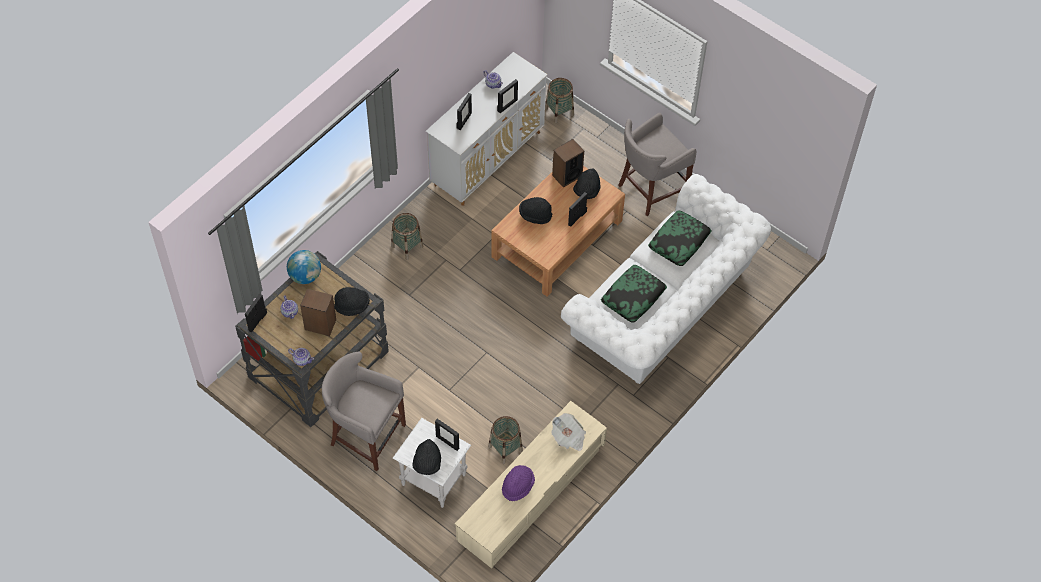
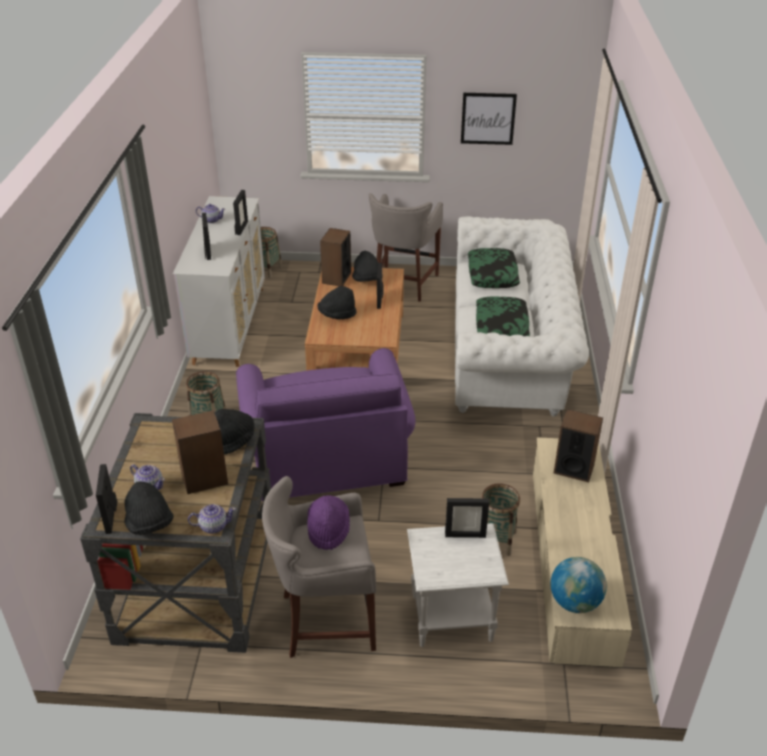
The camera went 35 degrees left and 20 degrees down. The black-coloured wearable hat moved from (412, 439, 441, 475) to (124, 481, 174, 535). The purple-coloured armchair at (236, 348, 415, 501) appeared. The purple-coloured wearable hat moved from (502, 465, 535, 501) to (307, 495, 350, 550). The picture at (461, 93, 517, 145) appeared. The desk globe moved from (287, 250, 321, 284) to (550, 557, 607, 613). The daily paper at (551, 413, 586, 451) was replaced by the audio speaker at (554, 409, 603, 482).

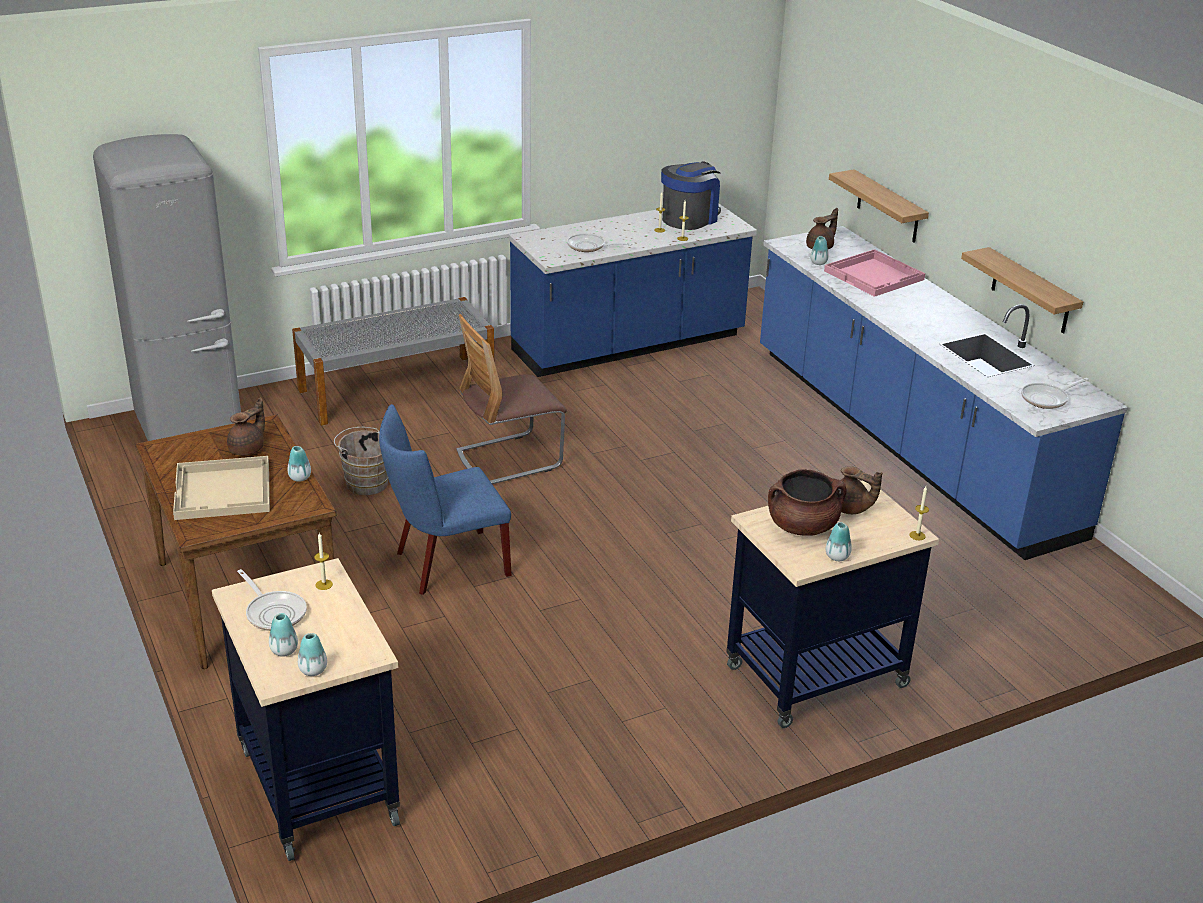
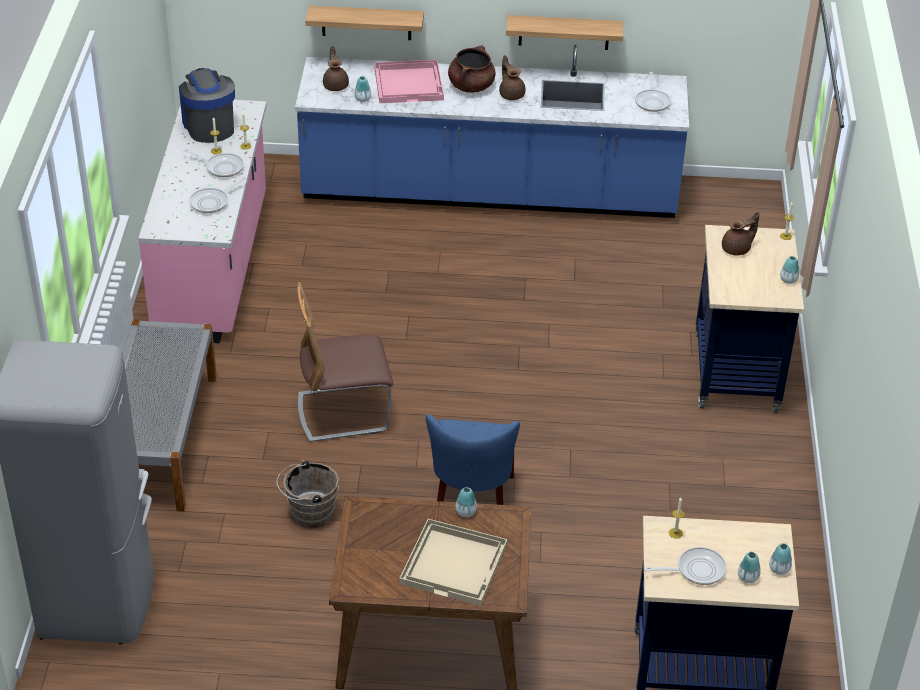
The camera went 60 degrees left and 10 degrees up. The blue counter at (509, 204, 757, 377) became the pink-coloured counter at (138, 100, 267, 343). The frying pan at (183, 149, 244, 177) appeared. The plain chair at (457, 314, 567, 484) turned 75 degrees clockwise. The brownish saucepot moved from (768, 469, 847, 536) to (448, 46, 496, 93). The brownish pot for tea moved from (227, 398, 265, 455) to (499, 55, 526, 100).

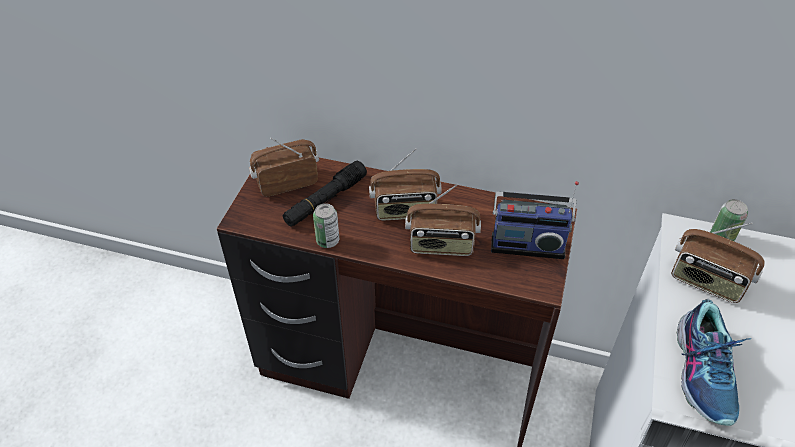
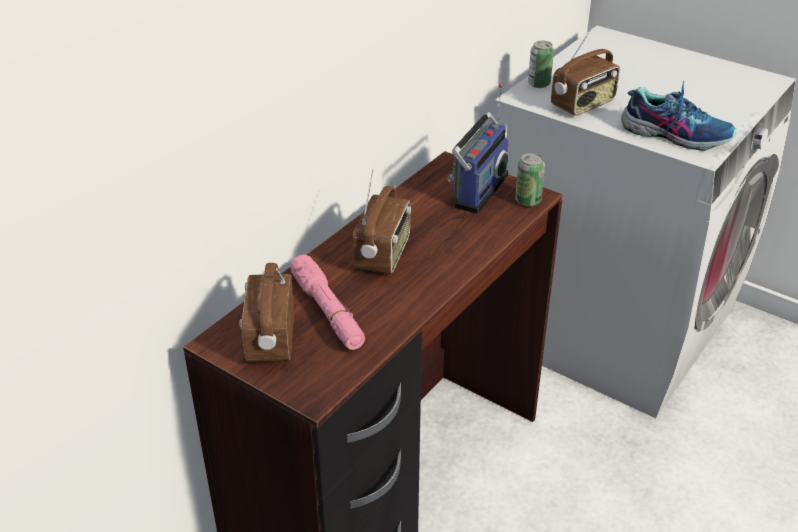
The camera went 70 degrees left and 10 degrees down. The black-coloured flashlight at (283, 161, 367, 227) became the pink-coloured flashlight at (290, 255, 365, 350). The metal can moved from (313, 203, 339, 248) to (515, 153, 545, 206). The radio receiver at (405, 184, 481, 256) disappeared.

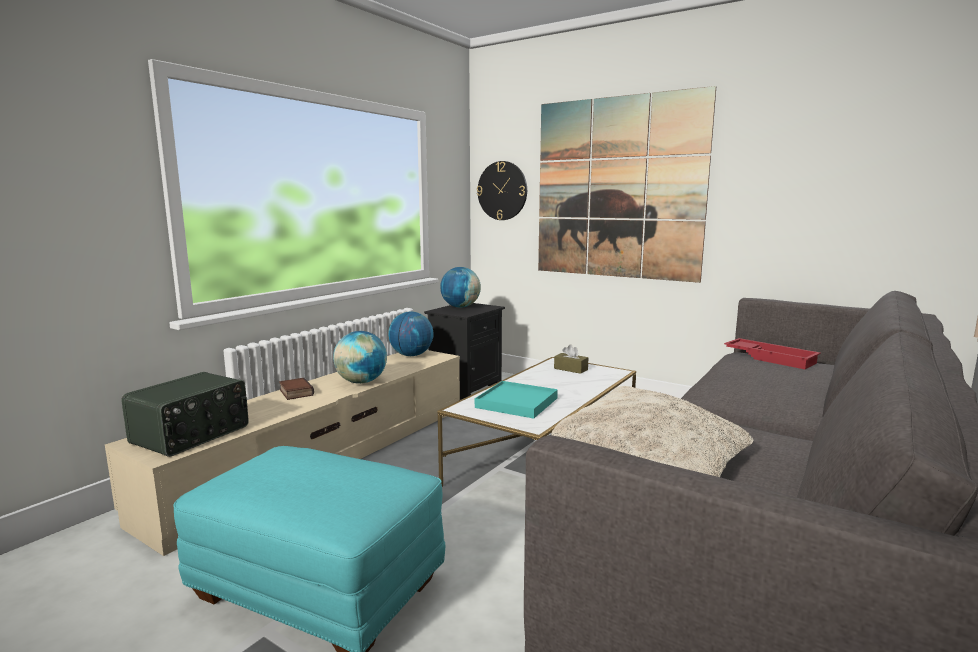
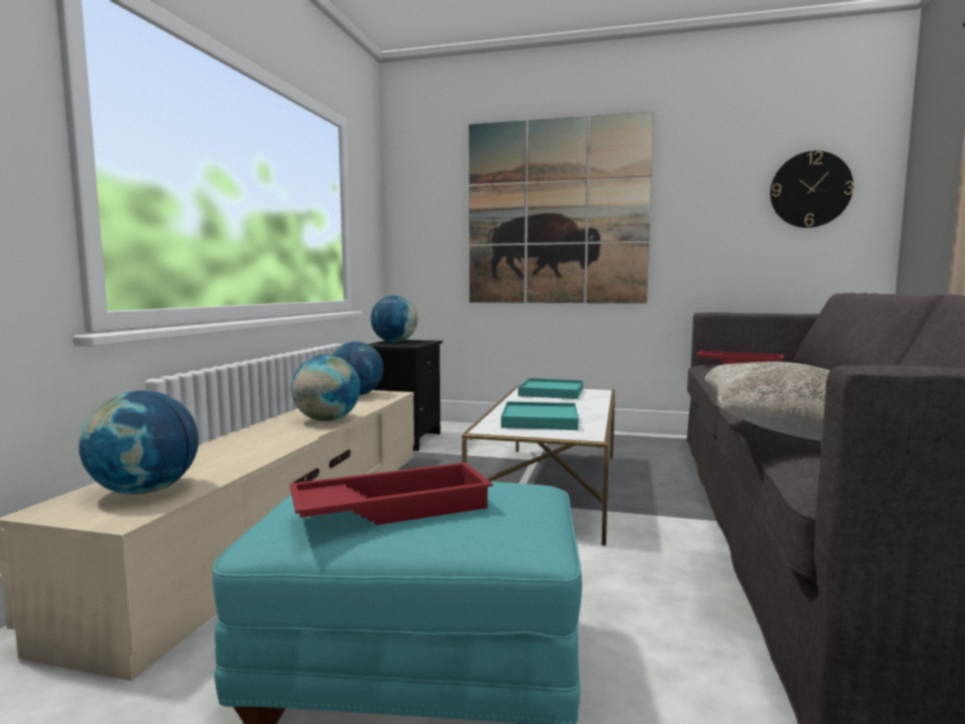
The camera went 20 degrees left and 5 degrees down. The radio receiver at (122, 372, 249, 457) was replaced by the desk globe at (79, 391, 199, 495). The reddish tray at (290, 462, 493, 525) appeared. The brownish tissue box at (554, 345, 588, 374) was replaced by the turquoise tray at (518, 378, 583, 399). The wall clock moved from (477, 161, 527, 220) to (770, 151, 854, 228). The book at (279, 378, 314, 400) disappeared.

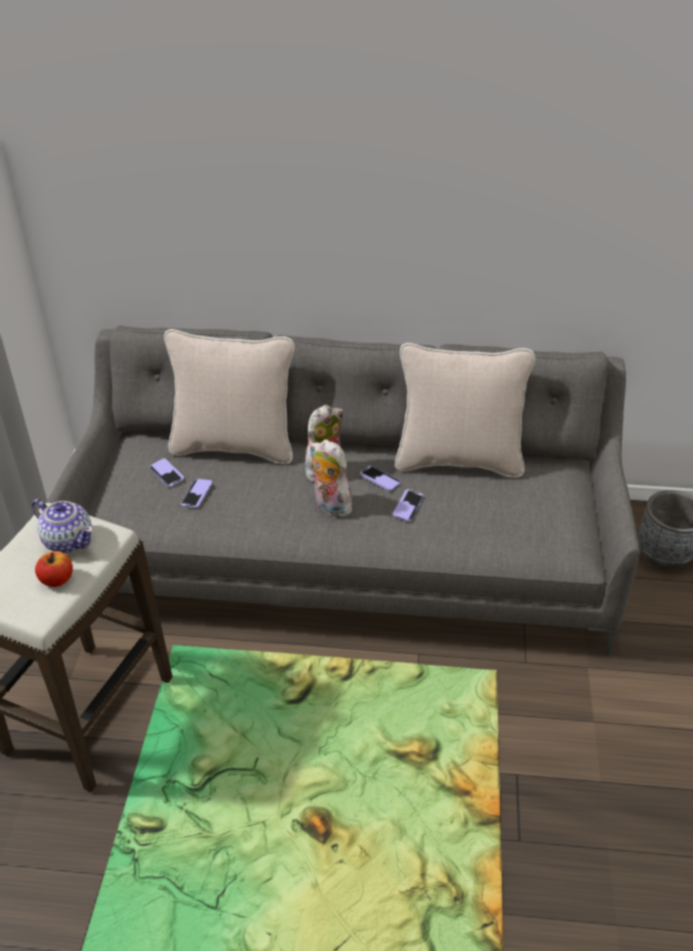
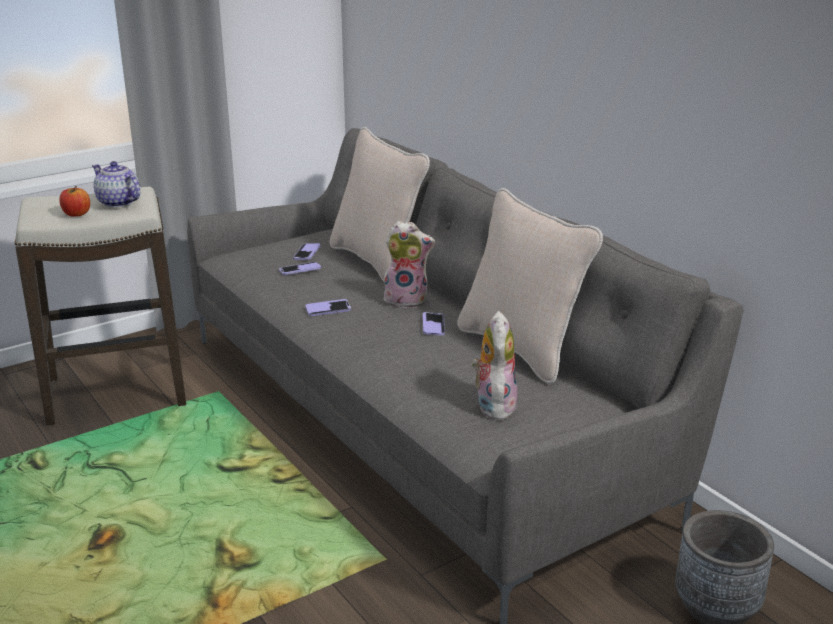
The camera went 50 degrees right and 15 degrees down. The pot for tea at (32, 499, 93, 553) turned 135 degrees clockwise. The phone moved from (393, 489, 424, 522) to (305, 299, 351, 316). The cuddly toy moved from (310, 440, 357, 518) to (471, 311, 517, 420).

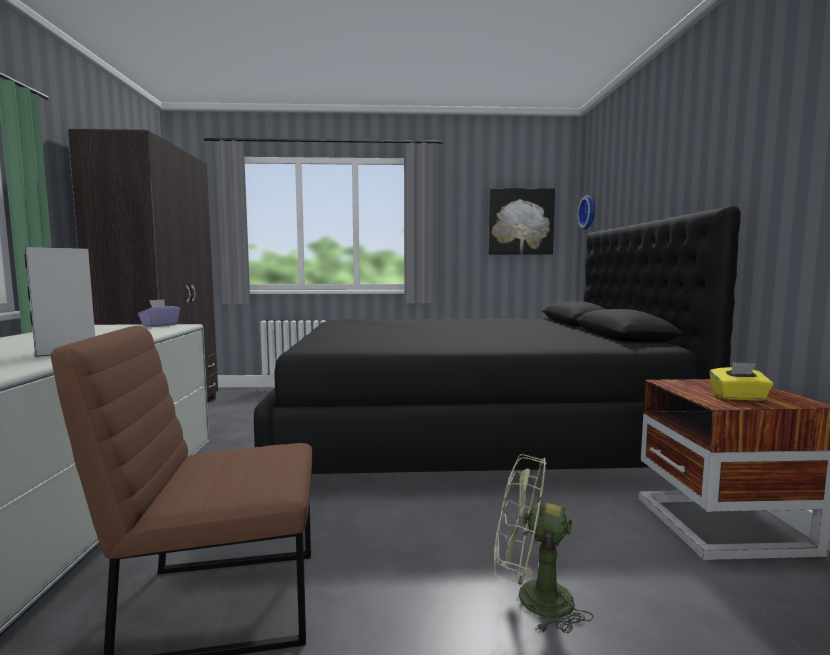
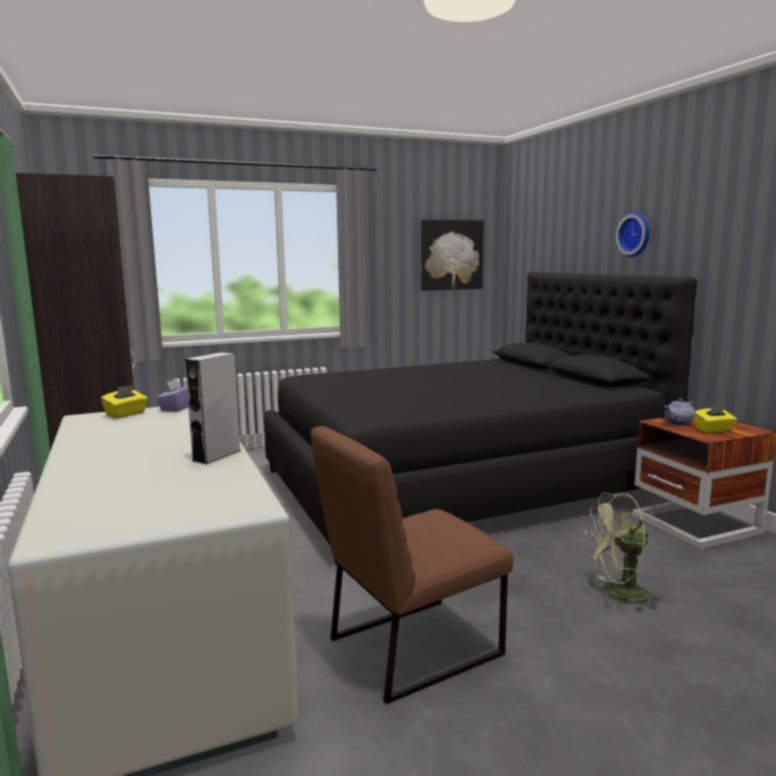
The camera went 20 degrees left and 5 degrees up. The yellowish tissue box at (101, 385, 148, 418) appeared. The wall clock moved from (577, 195, 595, 230) to (616, 212, 650, 257). The pot for tea at (664, 398, 696, 426) appeared.

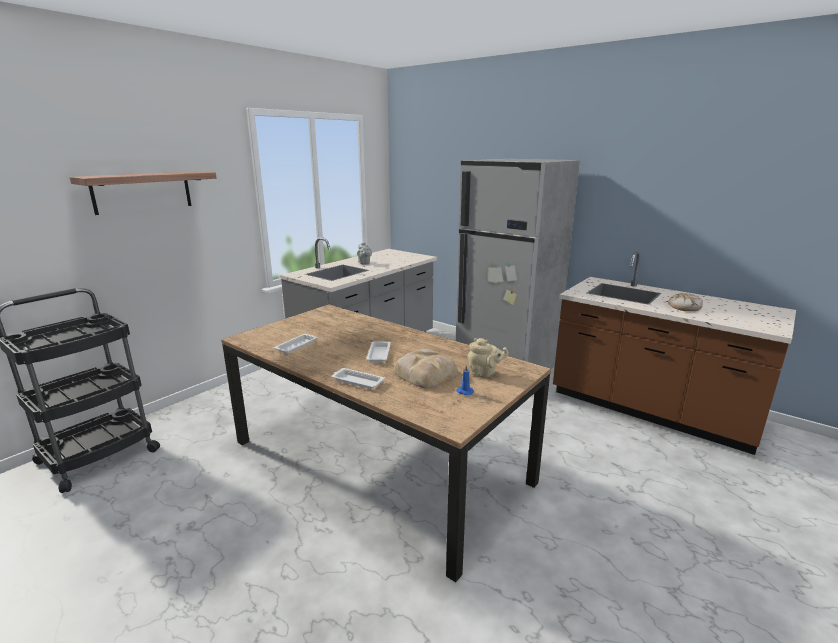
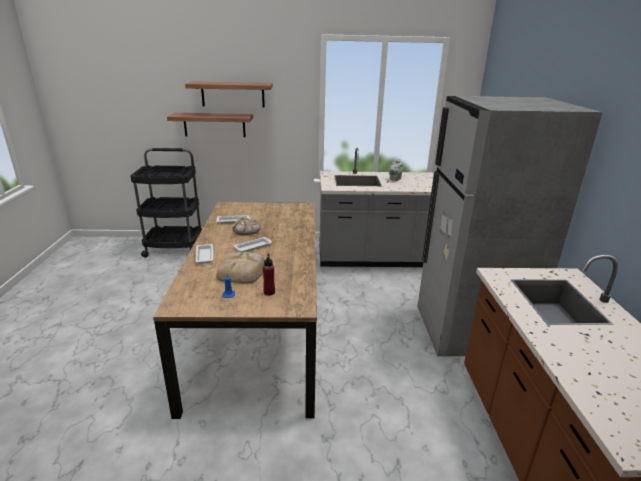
The camera went 50 degrees right and 5 degrees up. The bracket shelf at (167, 113, 253, 137) appeared. The baked bread moved from (668, 293, 703, 311) to (232, 218, 260, 235). The beige pot for tea at (468, 338, 509, 377) was replaced by the reddish bottle at (263, 253, 275, 296).

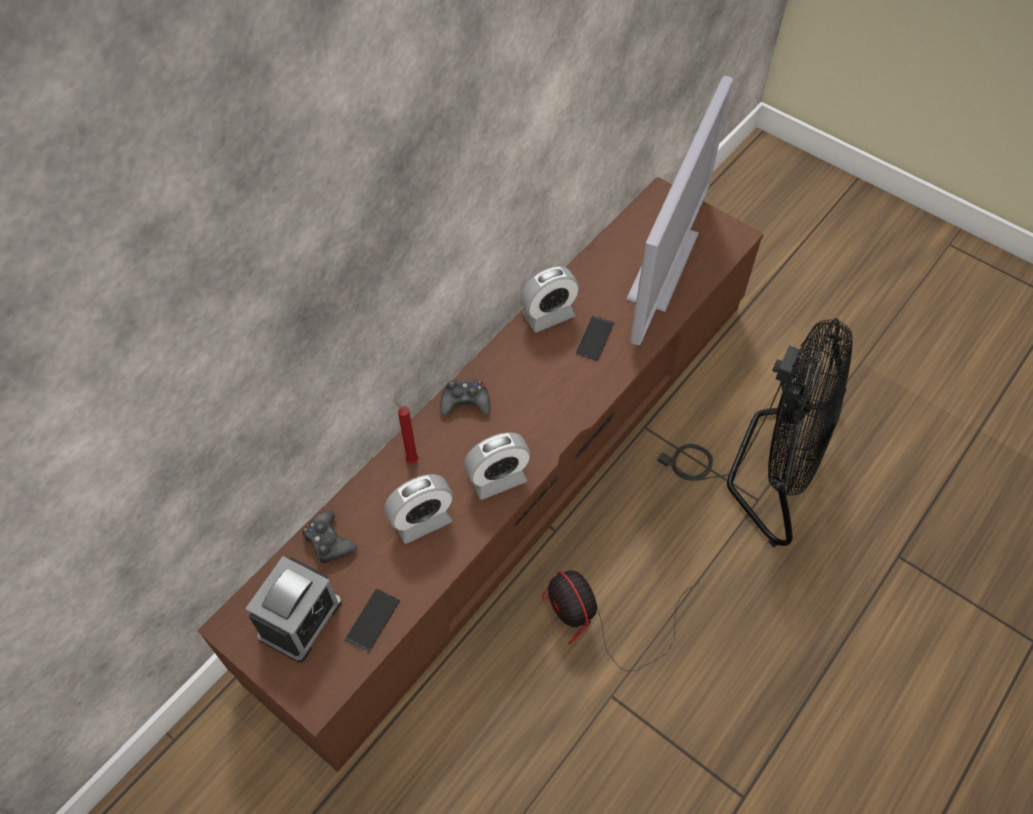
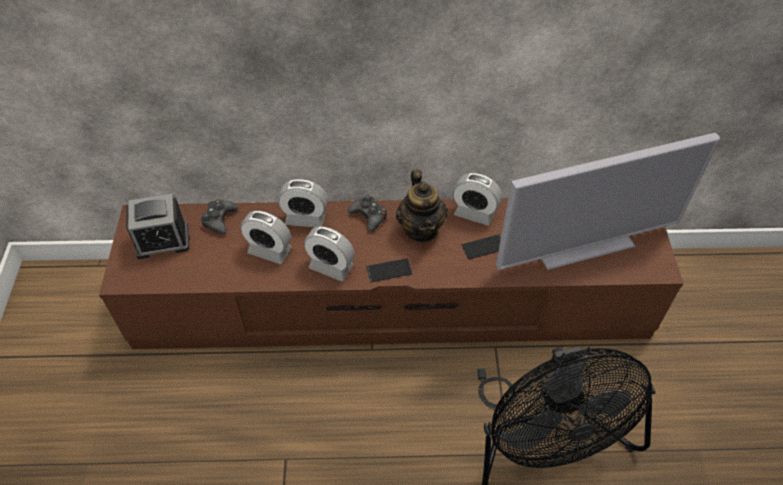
The camera went 50 degrees right and 5 degrees down. The reddish wax light at (394, 398, 418, 464) was replaced by the table clock at (278, 179, 328, 227). The phone moved from (344, 588, 400, 653) to (366, 258, 413, 282). The pot for tea at (396, 169, 448, 242) appeared. The fan at (542, 571, 700, 671) disappeared.

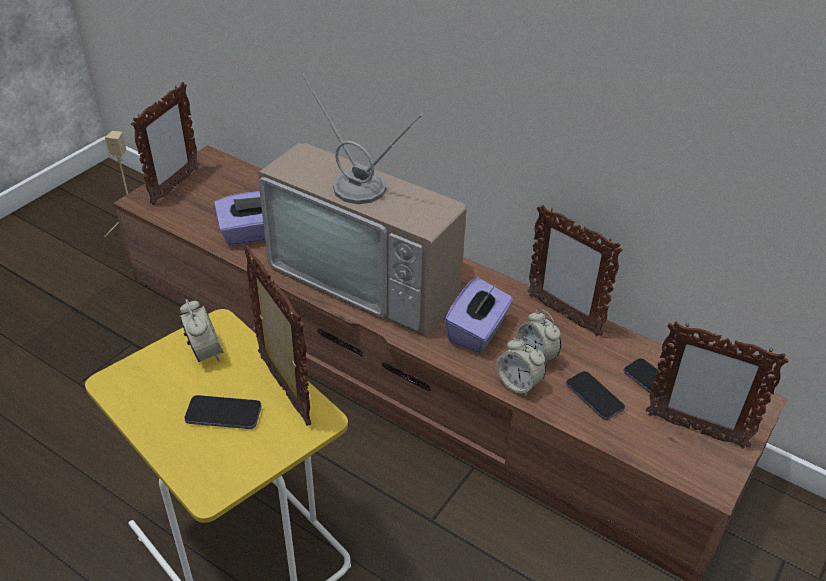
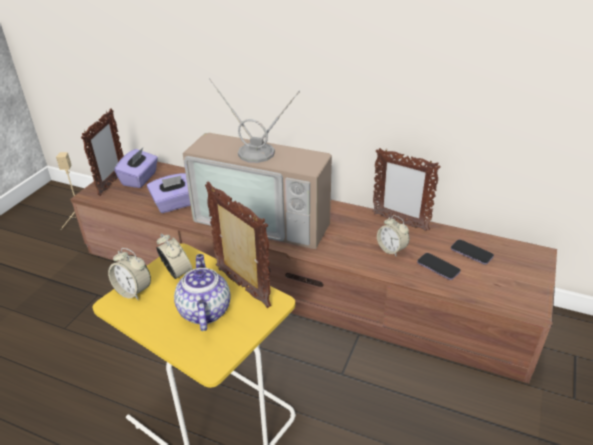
The camera went 10 degrees left and 5 degrees down. The table clock moved from (496, 336, 546, 397) to (108, 248, 151, 300). The purple-coloured tissue box moved from (444, 277, 513, 353) to (114, 148, 158, 188). The phone at (184, 395, 262, 429) was replaced by the pot for tea at (174, 254, 231, 331). The picture frame at (646, 321, 788, 449) disappeared.

